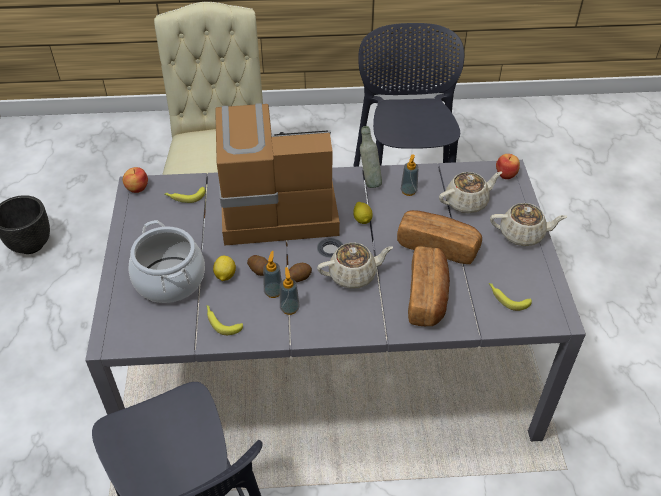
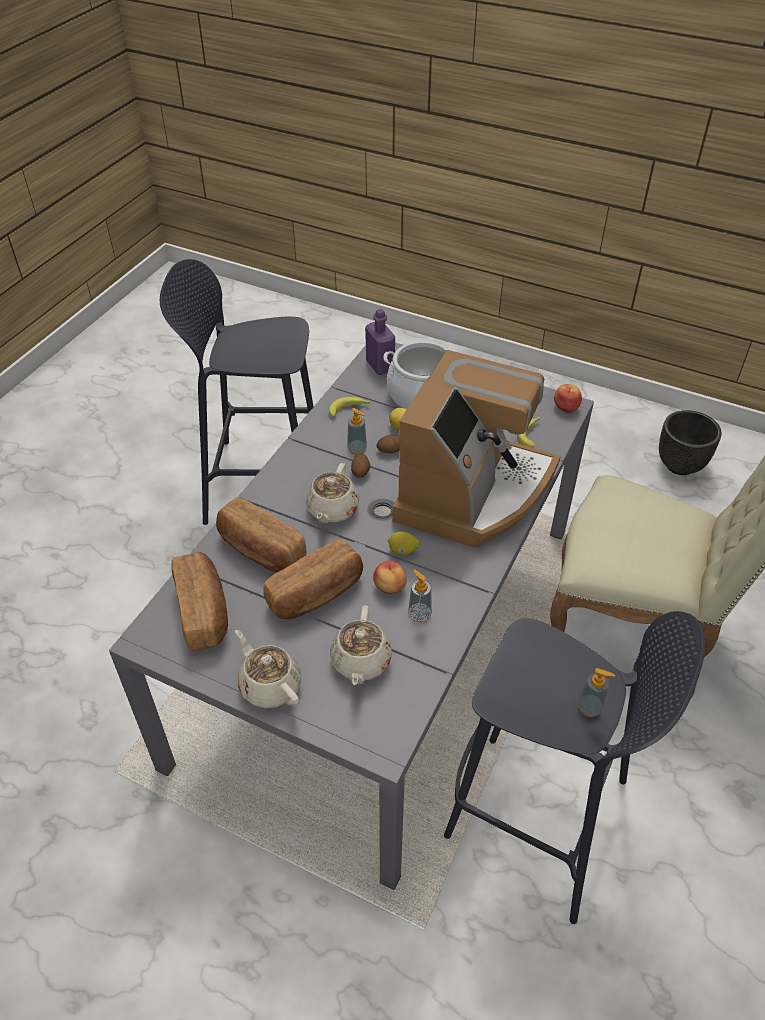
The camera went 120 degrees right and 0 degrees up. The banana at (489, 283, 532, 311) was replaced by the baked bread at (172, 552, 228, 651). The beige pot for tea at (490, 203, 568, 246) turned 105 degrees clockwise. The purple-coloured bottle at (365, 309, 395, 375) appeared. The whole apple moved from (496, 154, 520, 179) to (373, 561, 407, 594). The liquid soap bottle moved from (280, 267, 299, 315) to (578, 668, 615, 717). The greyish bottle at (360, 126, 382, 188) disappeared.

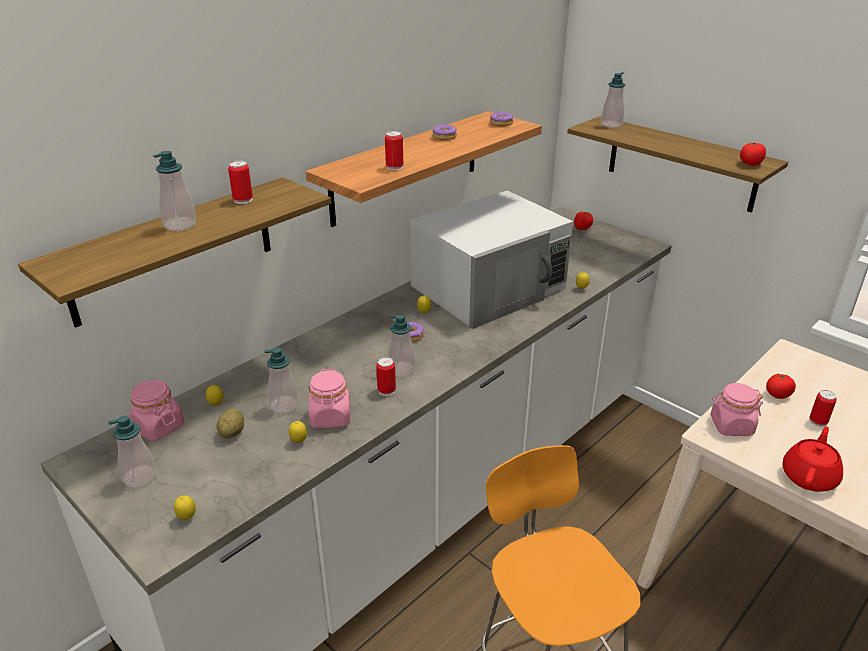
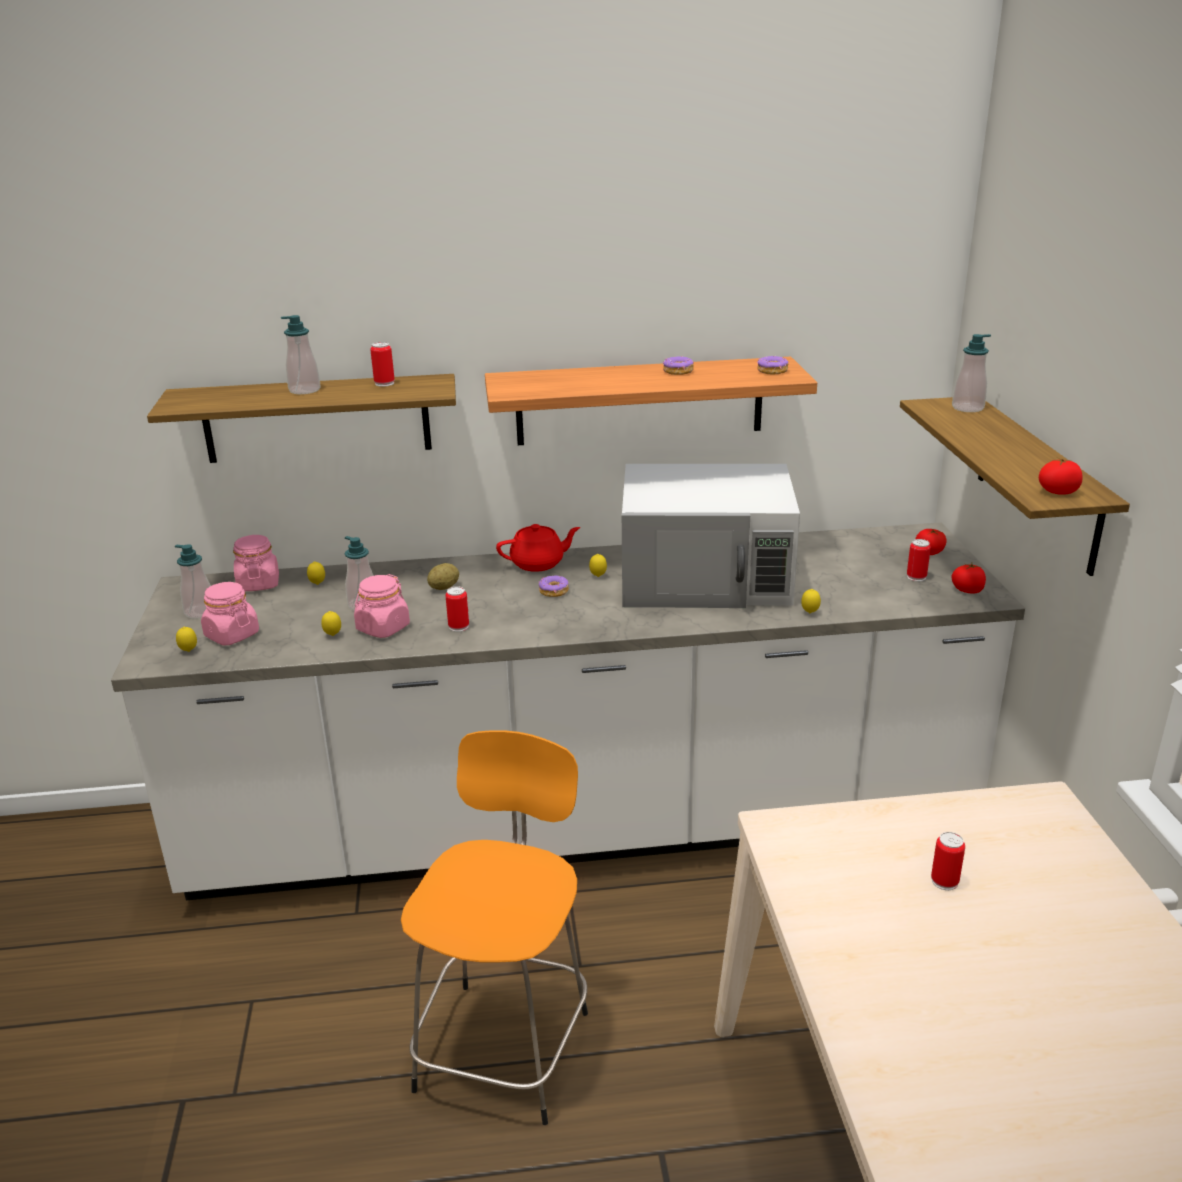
The camera went 40 degrees right and 5 degrees down. The pink-coloured preserve jar moved from (710, 383, 763, 436) to (201, 582, 259, 646). The whole potato moved from (217, 408, 244, 439) to (427, 563, 459, 590). The reddish pot for tea moved from (782, 426, 843, 492) to (496, 524, 580, 572). The metal can moved from (385, 131, 403, 170) to (907, 539, 931, 581). The tomato moved from (766, 372, 796, 399) to (952, 563, 986, 594). The liquid soap bottle at (388, 315, 415, 377) disappeared.

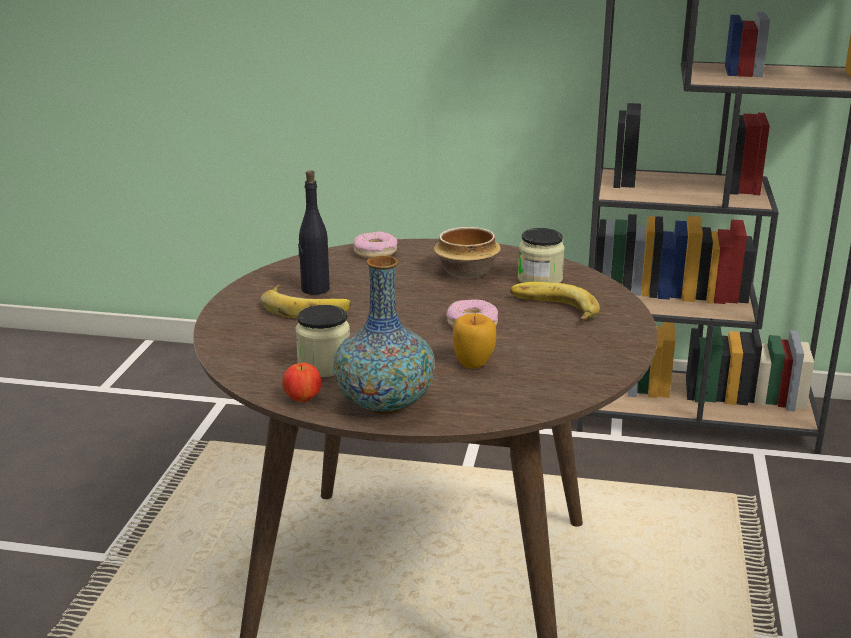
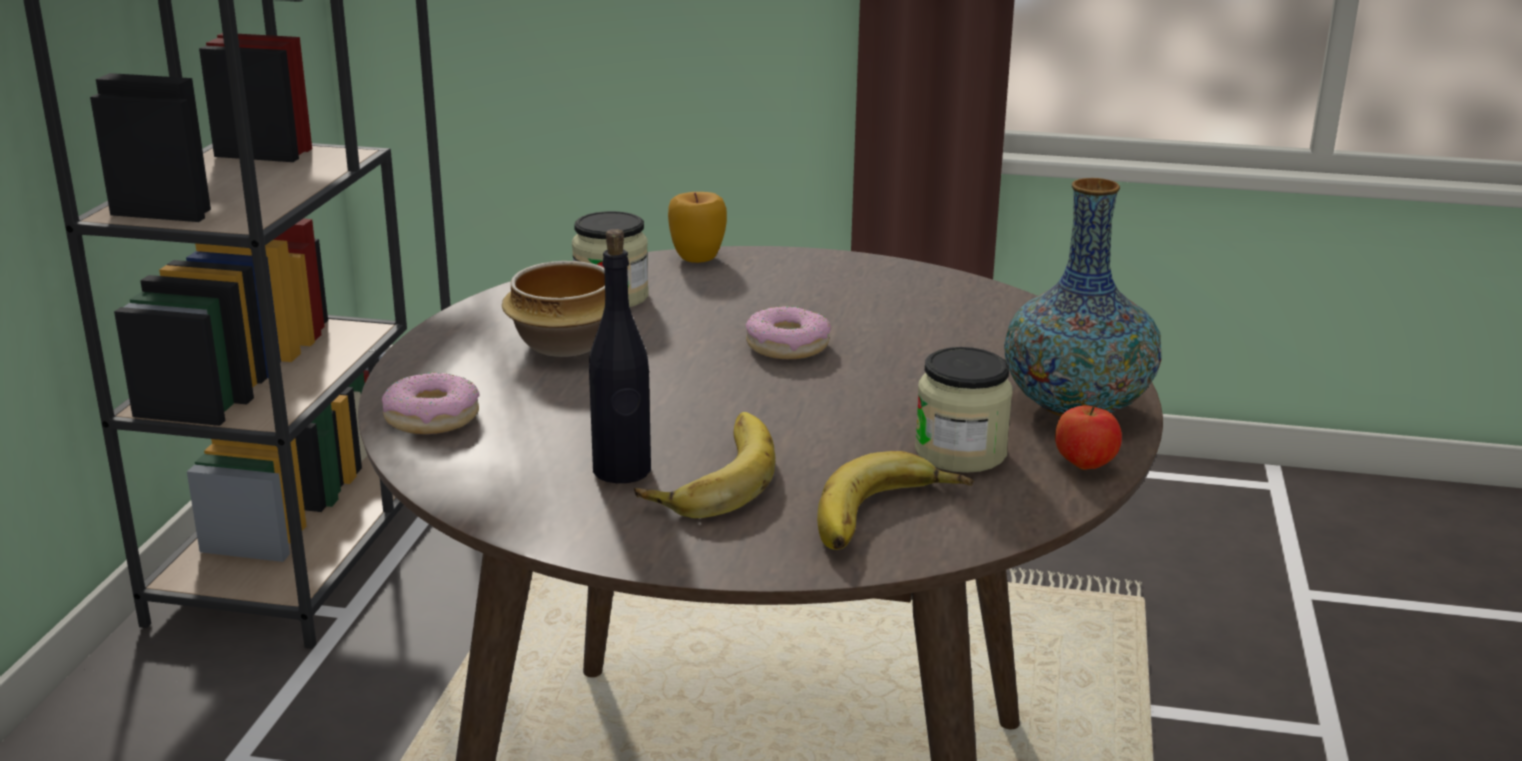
The camera went 90 degrees left and 0 degrees up. The whole apple moved from (453, 313, 496, 369) to (668, 192, 727, 263). The banana moved from (510, 282, 600, 322) to (817, 451, 973, 550).

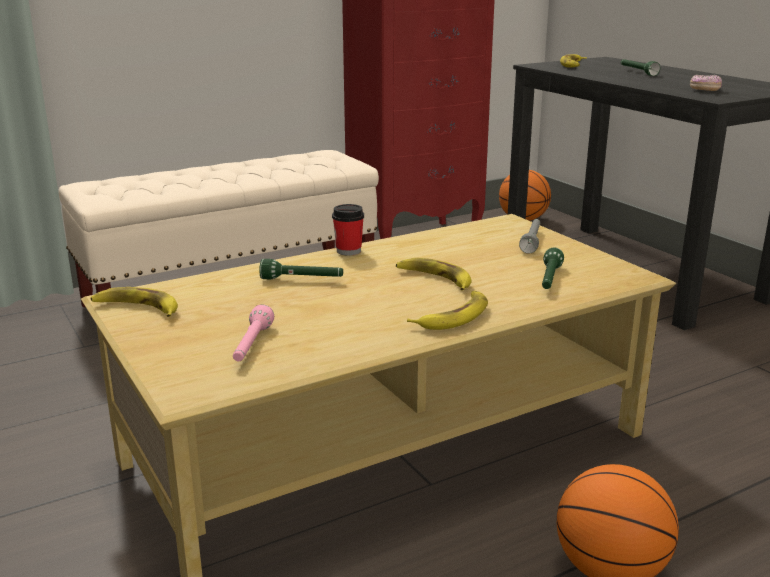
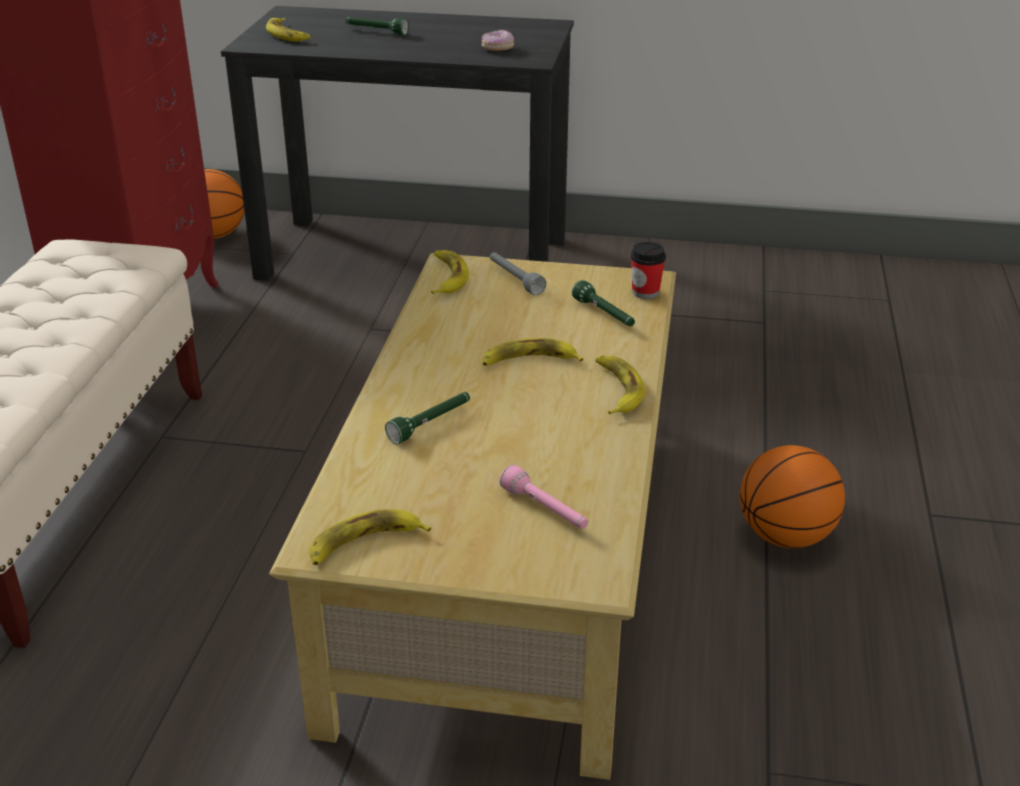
The camera went 50 degrees left and 10 degrees up. The banana at (431, 250, 469, 294) appeared. The small cup moved from (332, 204, 364, 255) to (630, 242, 666, 299).

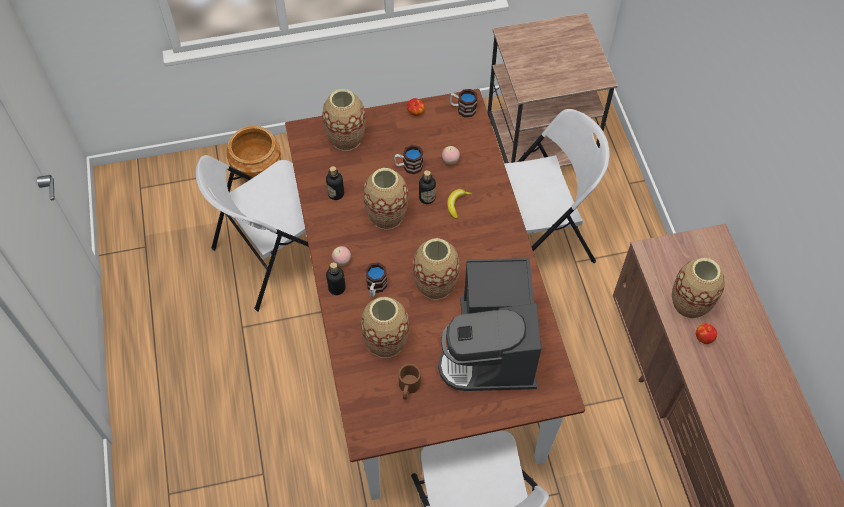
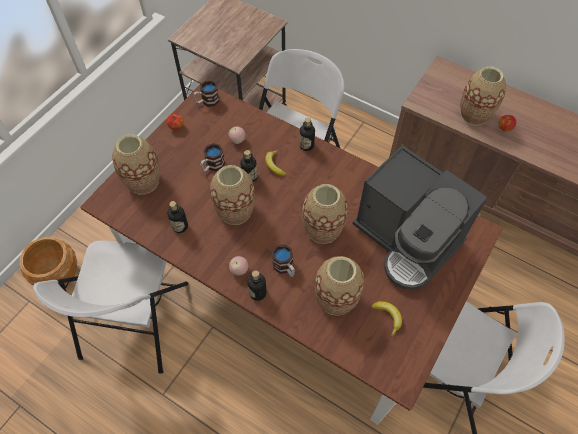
The camera went 45 degrees left and 0 degrees up. The bottle at (299, 118, 315, 151) appeared. The brownish tea mug at (398, 364, 421, 400) was replaced by the banana at (371, 301, 402, 336).

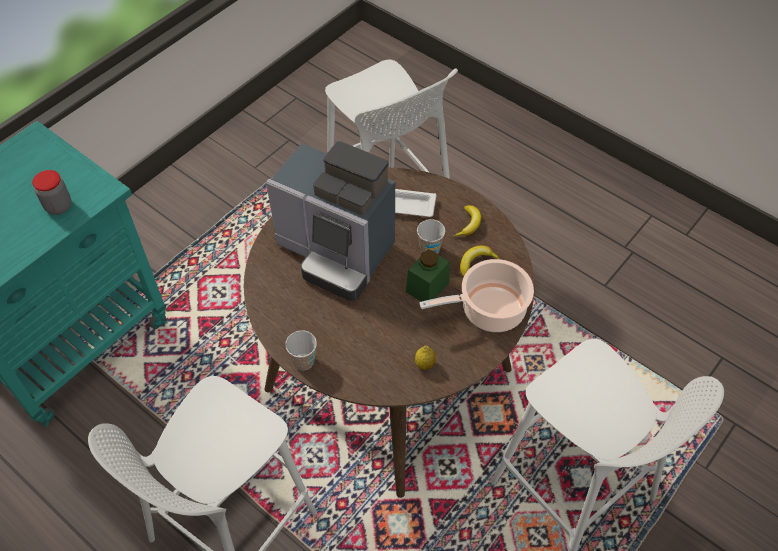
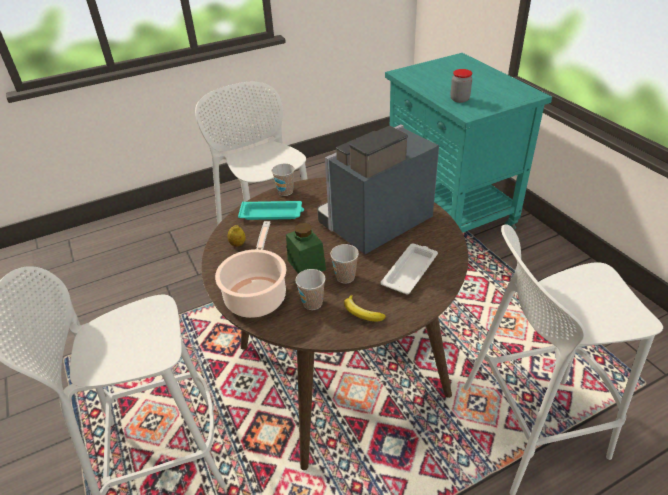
The camera went 115 degrees right and 15 degrees down. The turquoise tray at (238, 201, 304, 220) appeared. The banana at (460, 246, 500, 277) was replaced by the small cup at (295, 269, 325, 310).

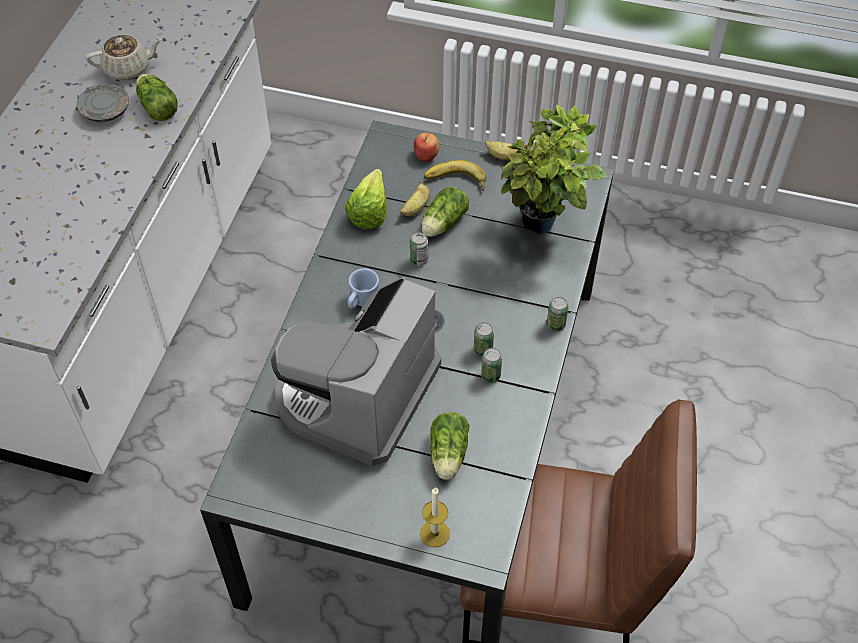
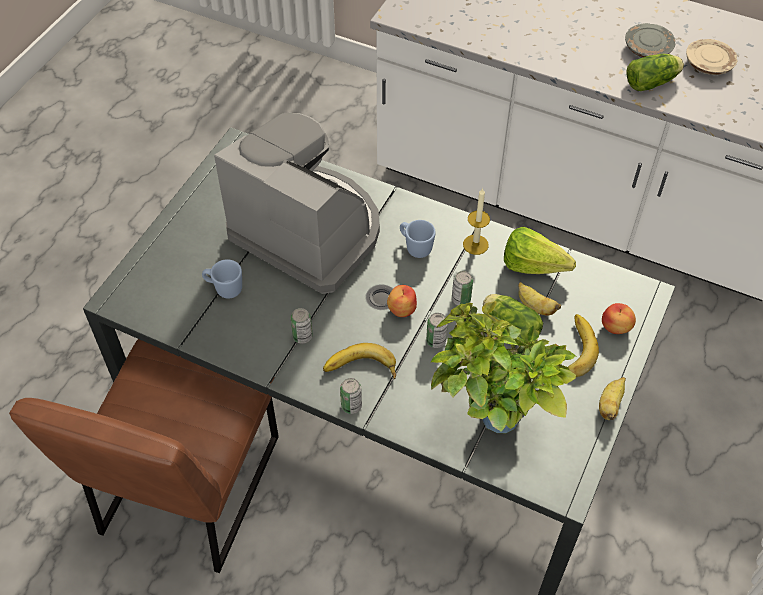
The camera went 100 degrees right and 0 degrees up. The head of lettuce at (430, 412, 469, 480) was replaced by the blue tea mug at (202, 259, 242, 299). The banana at (323, 343, 396, 380) appeared. The whole apple at (387, 285, 417, 317) appeared. The metal can moved from (473, 322, 494, 357) to (426, 313, 448, 348). The wax light moved from (420, 487, 450, 547) to (463, 188, 490, 255). The beige pot for tea at (86, 34, 162, 80) was replaced by the beige dinner plate at (686, 39, 738, 75).

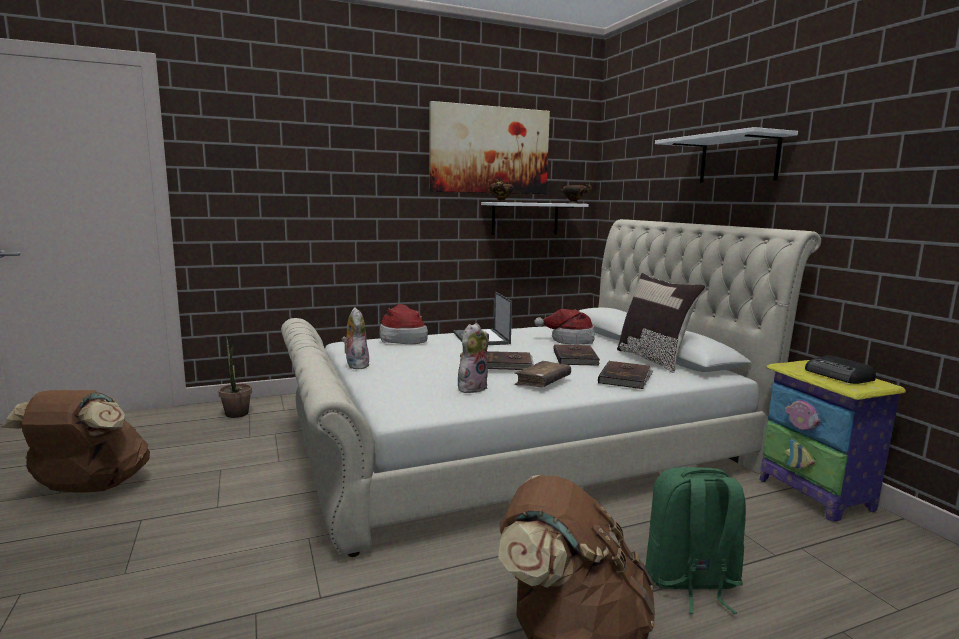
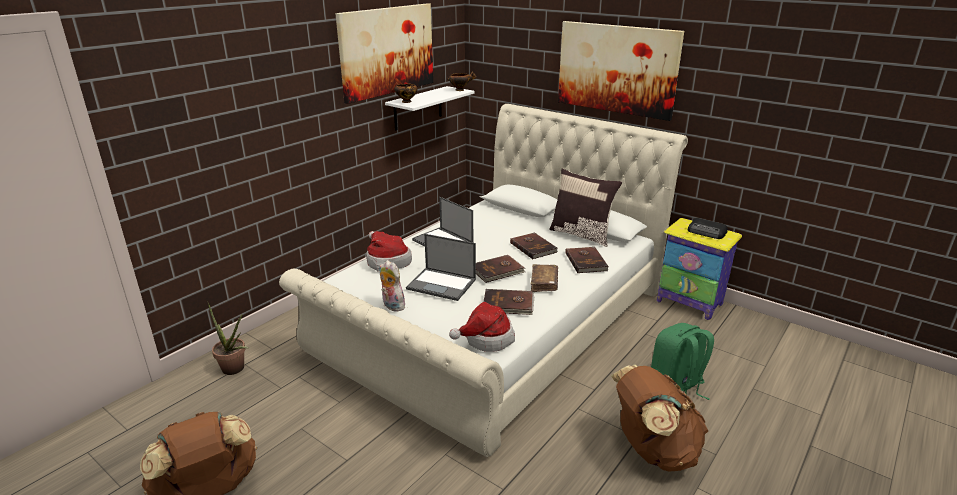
The camera went 30 degrees left and 15 degrees up. The notebook computer at (406, 234, 476, 301) appeared. The wearable hat moved from (534, 309, 595, 345) to (449, 302, 515, 352). The cuddly toy at (458, 323, 489, 393) was replaced by the brownish book at (483, 289, 534, 315). The white bracket shelf at (655, 127, 798, 183) was replaced by the picture at (558, 21, 684, 121).

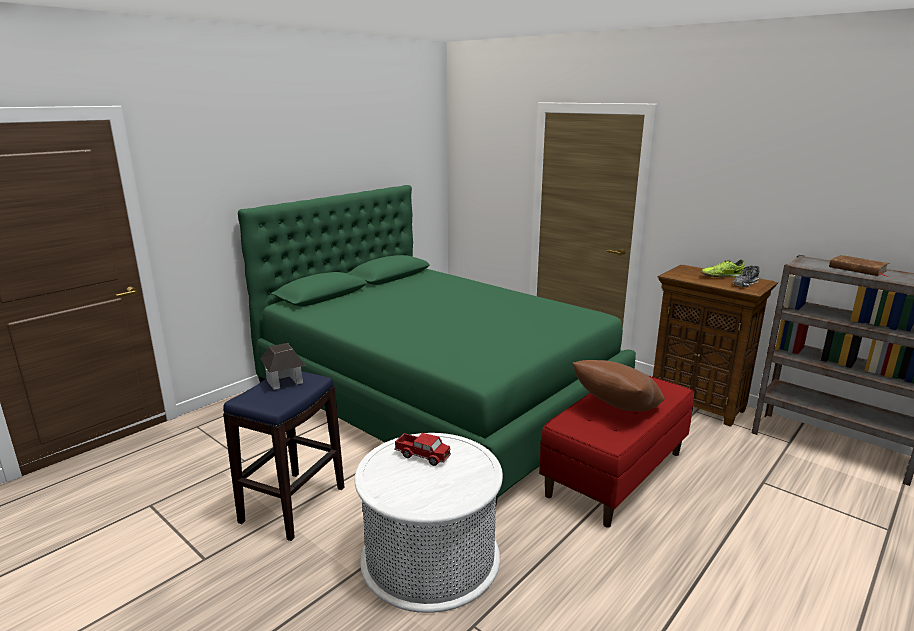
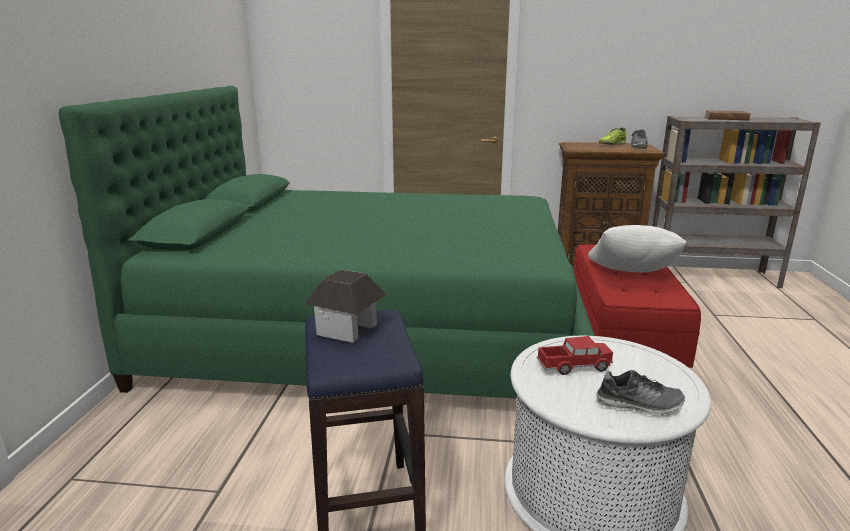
The camera went 35 degrees left and 0 degrees up. The brownish pillow at (573, 360, 665, 411) became the white pillow at (588, 225, 687, 272). The shoe at (596, 370, 685, 416) appeared.

